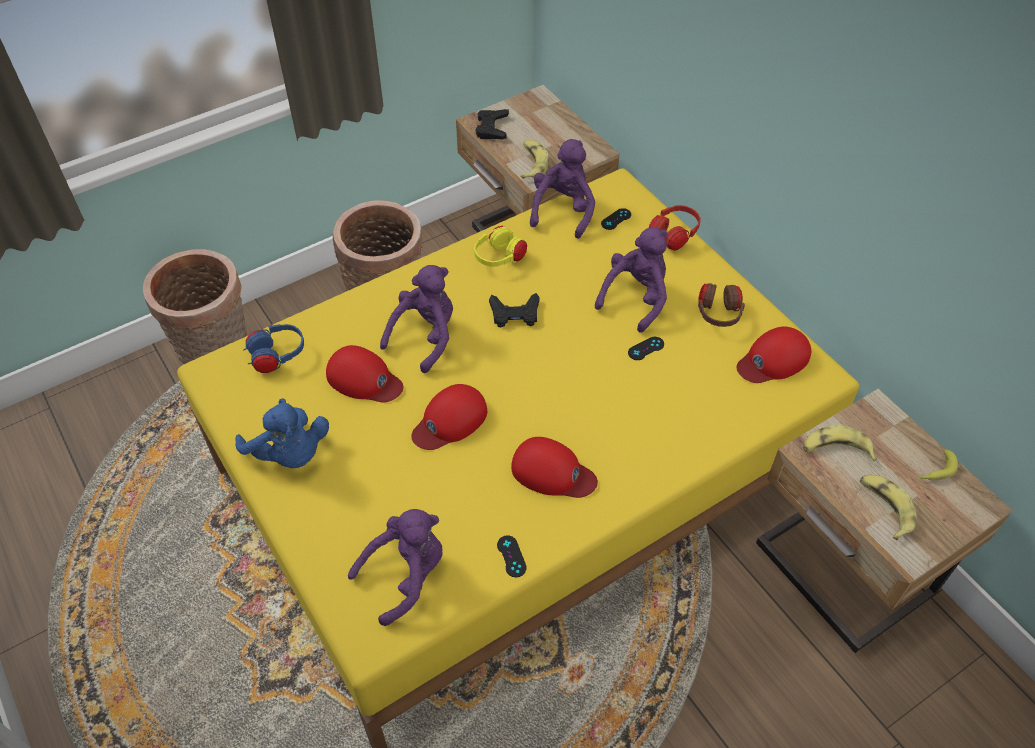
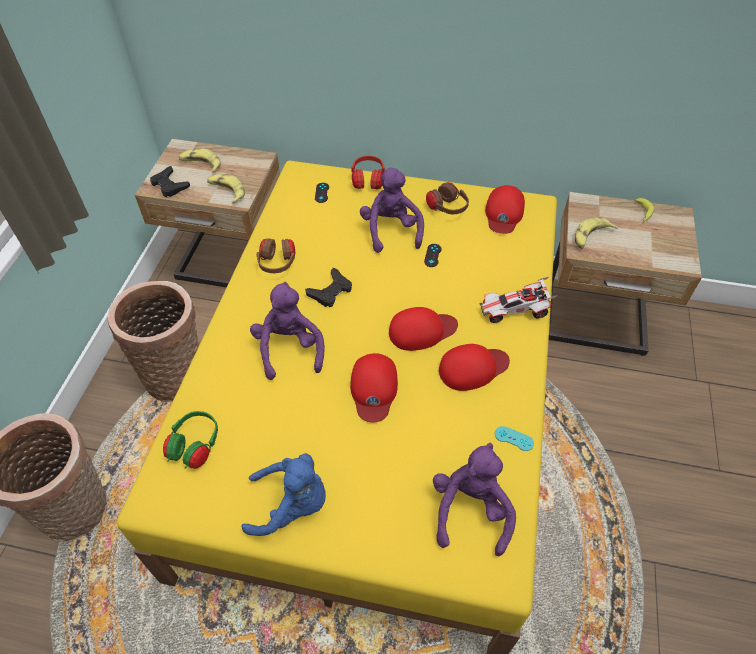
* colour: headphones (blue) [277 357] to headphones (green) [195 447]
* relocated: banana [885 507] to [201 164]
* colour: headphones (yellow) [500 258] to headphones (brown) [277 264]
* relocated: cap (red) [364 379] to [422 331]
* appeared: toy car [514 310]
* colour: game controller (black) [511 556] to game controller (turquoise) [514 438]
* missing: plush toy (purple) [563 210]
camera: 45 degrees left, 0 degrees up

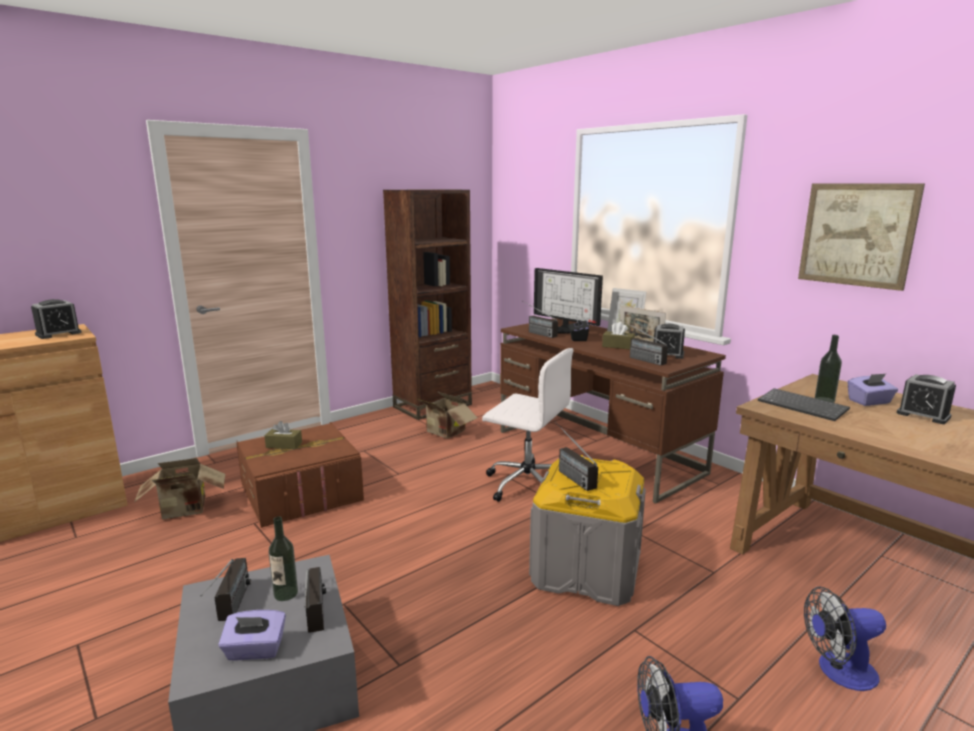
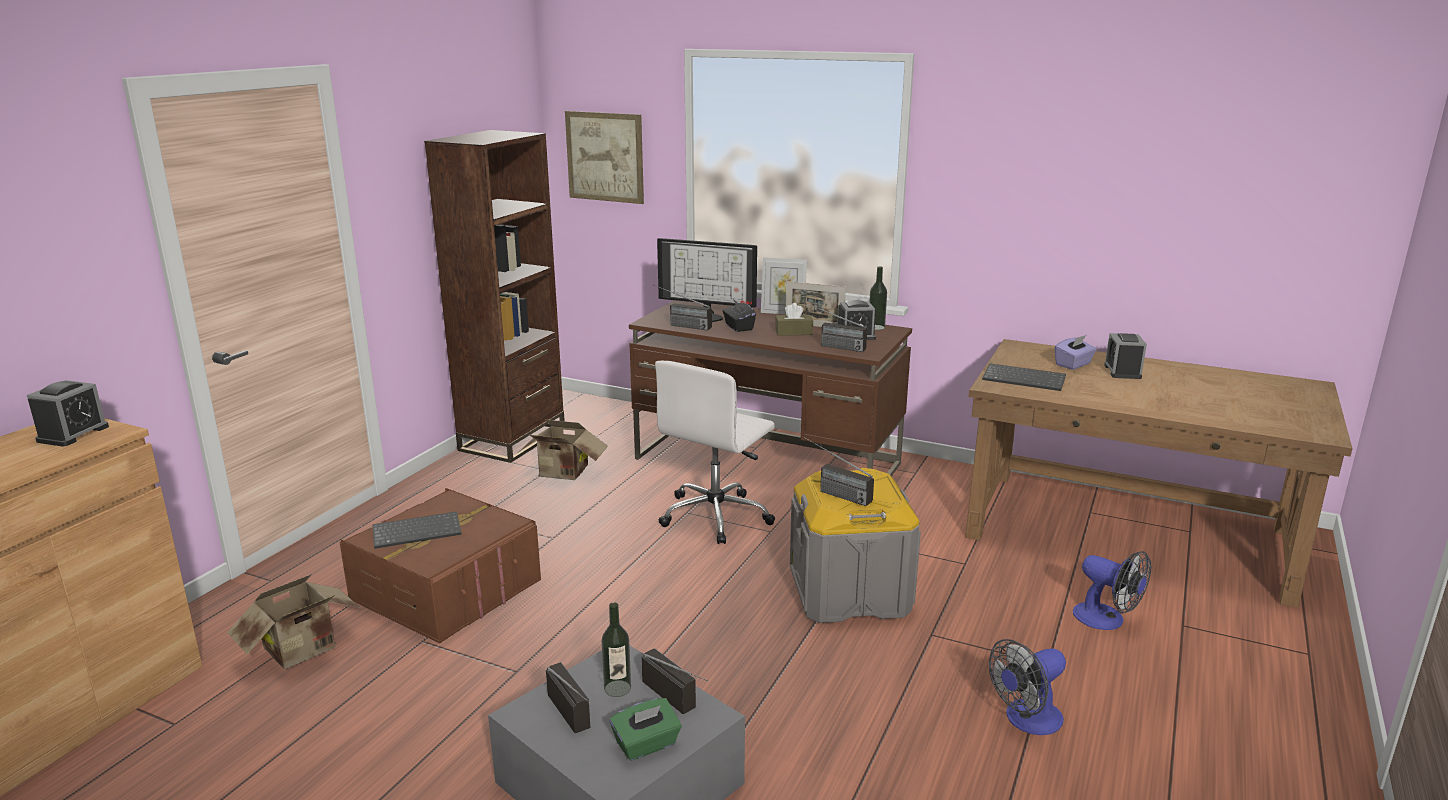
* exchanged: tissue box (brown) [284 445] to keyboard [418 531]
* relocated: picture [857 235] to [605 157]
* colour: tissue box (purple) [255 650] to tissue box (green) [646 745]
* spun: office chair (white) [526 483] = [716 516] 120 degrees clockwise
* relocated: bottle [824 400] to [876 327]
* spun: fan [838 671] = [1107 620] 105 degrees counterclockwise
* spun: alarm clock [923 415] = [1122 371] 75 degrees clockwise
camera: 25 degrees left, 5 degrees up

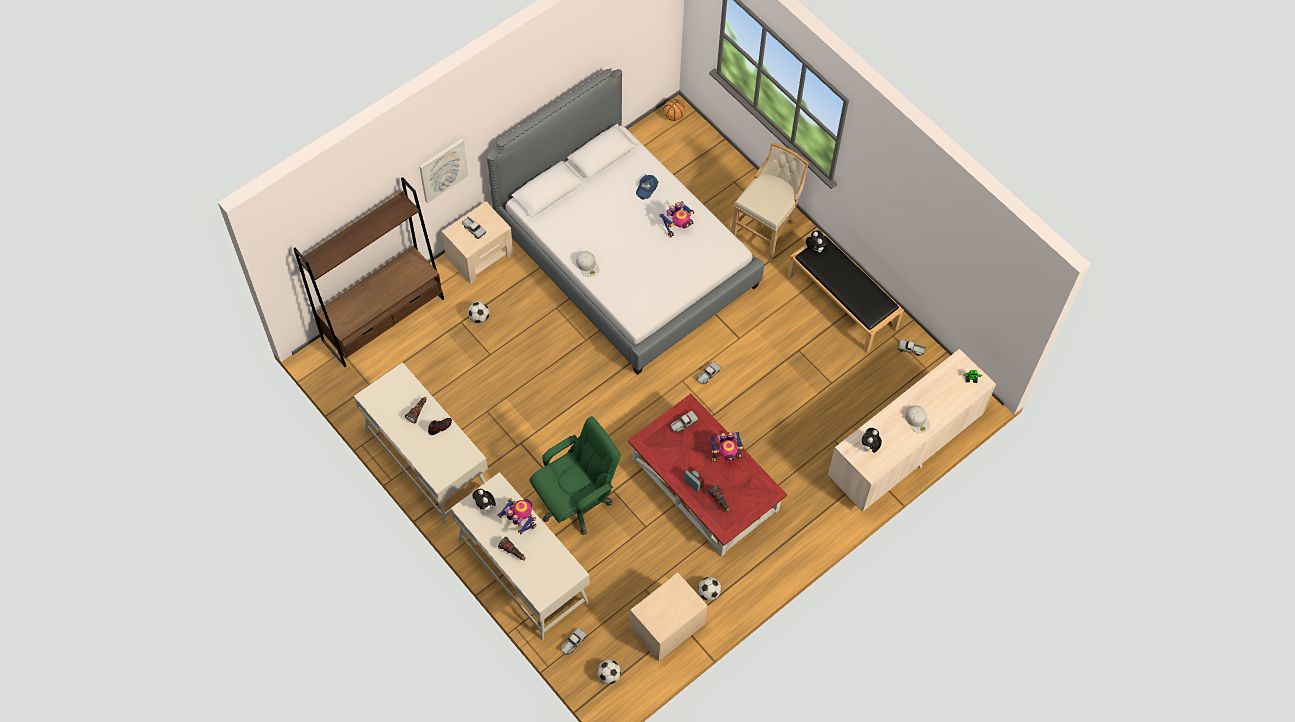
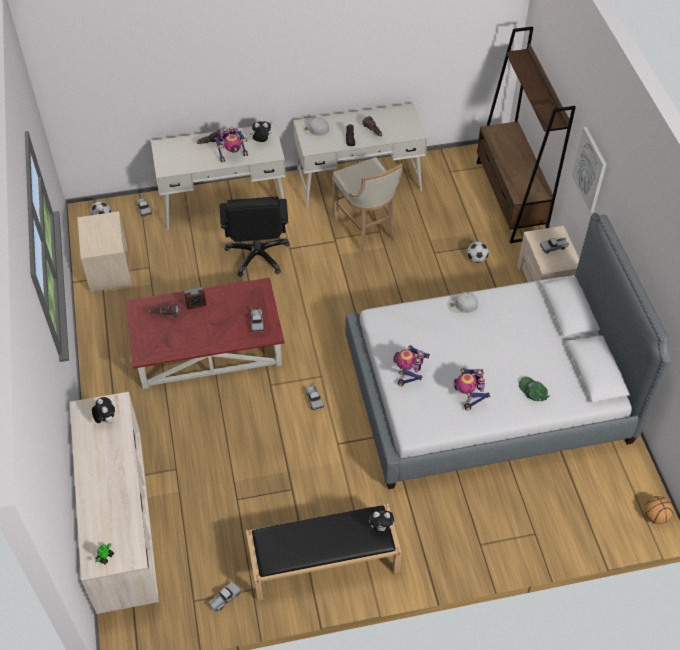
* colour: office chair (green) [575 501] to office chair (black) [258 255]
* relocated: cap (white) [917 420] to [315 129]
* relocated: stool (beige) [766 231] to [366 231]
* relocated: toy robot [726 454] to [409 375]
* colour: cap (blue) [646 187] to cap (green) [533 390]
* missing: football [709 593]
camera: 120 degrees right, 10 degrees down

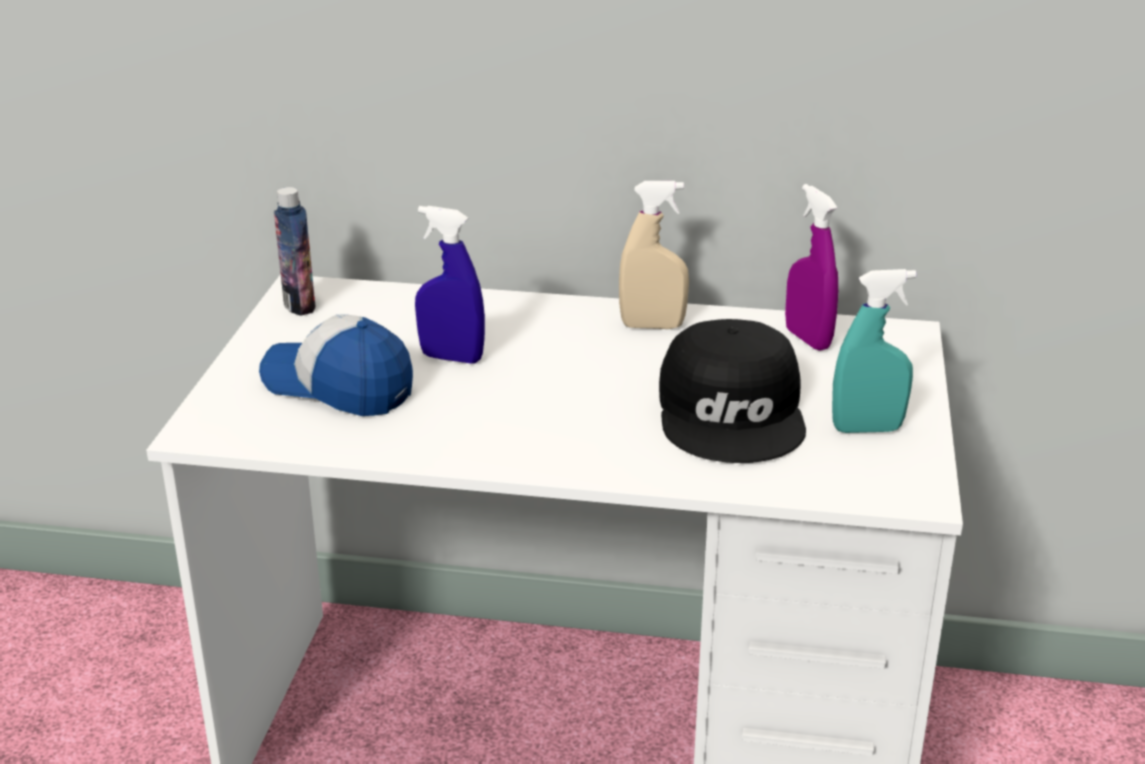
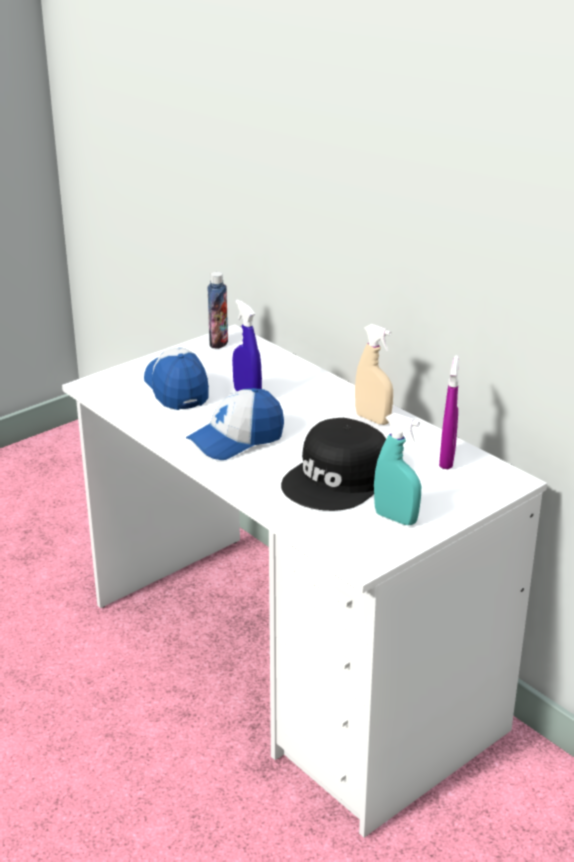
* appeared: cap [236 440]
camera: 40 degrees right, 0 degrees up

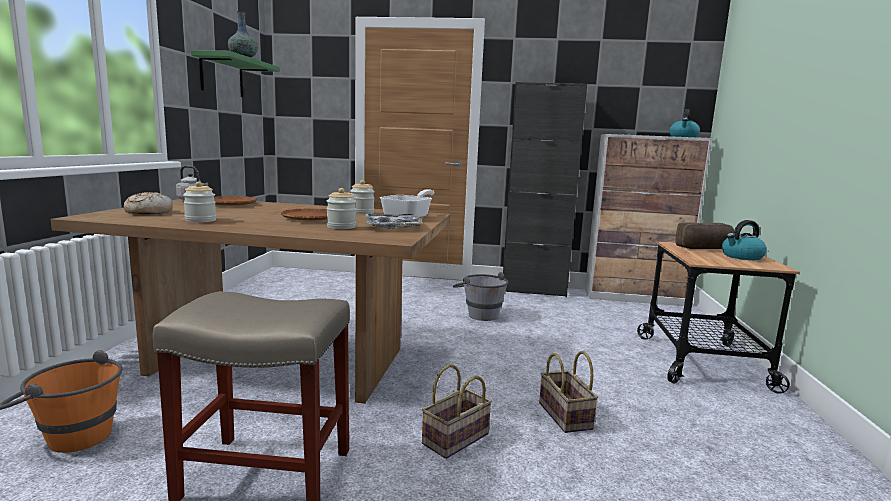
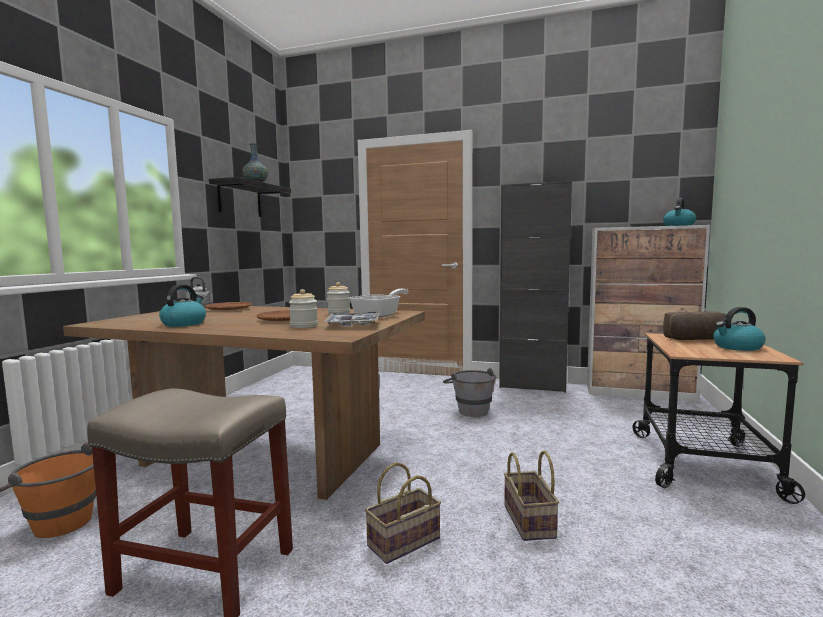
* exchanged: jar [200 220] to kettle [184 323]
* colour: shelf (green) [222 76] to shelf (black) [240 200]
* missing: bread [148 212]
camera: 10 degrees right, 5 degrees down

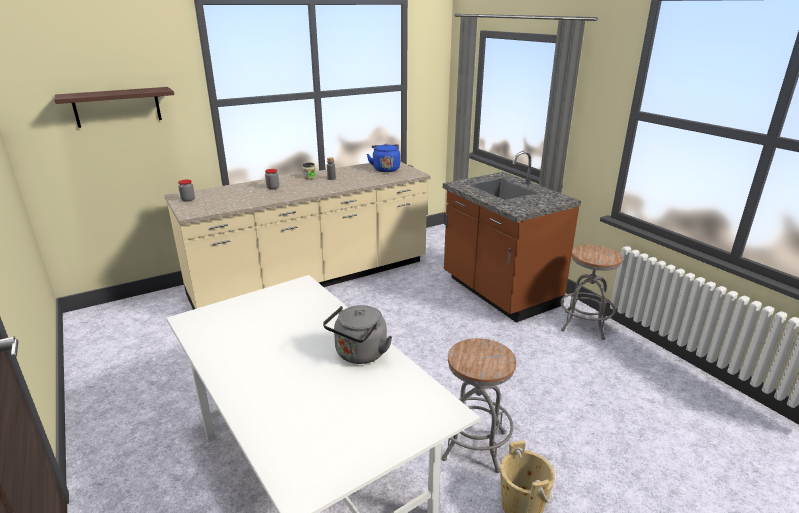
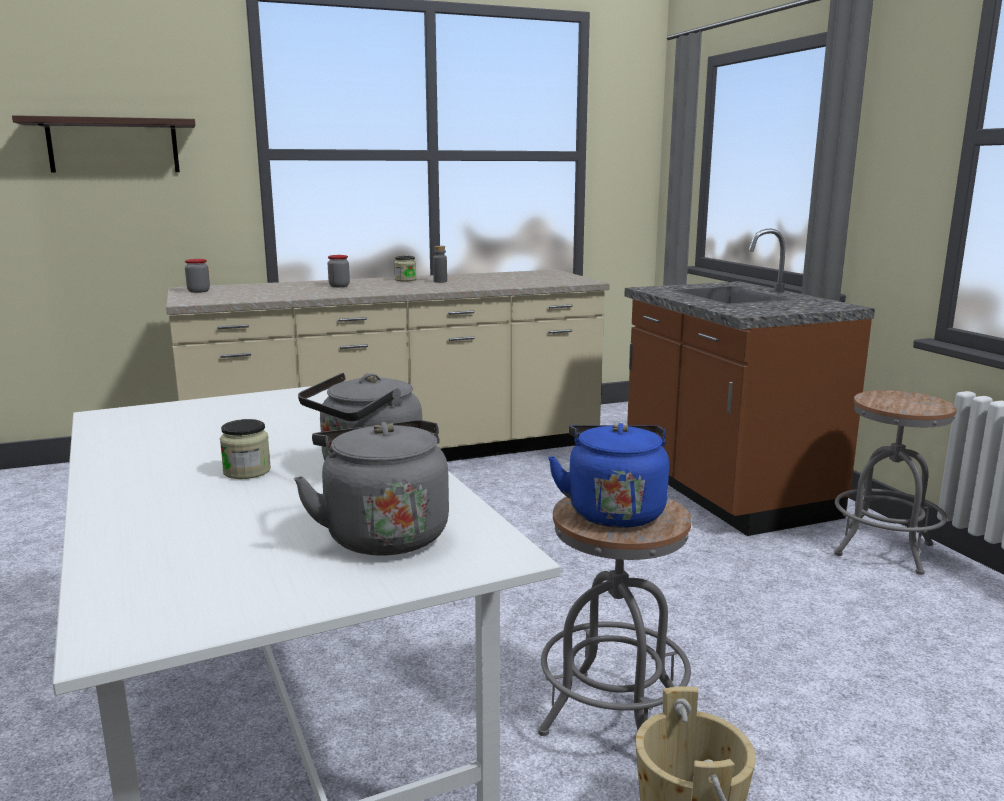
* appeared: jar [247 471]
* appeared: kettle (grey) [383 534]
* relocated: kettle (blue) [385 169] to [614 511]
camera: 10 degrees right, 10 degrees down

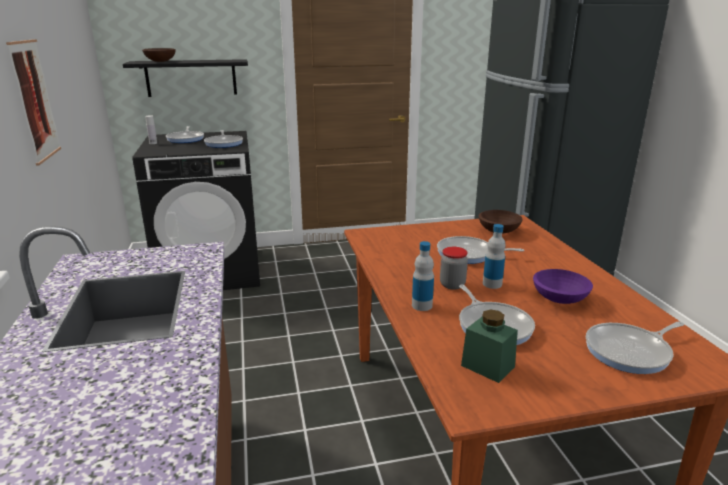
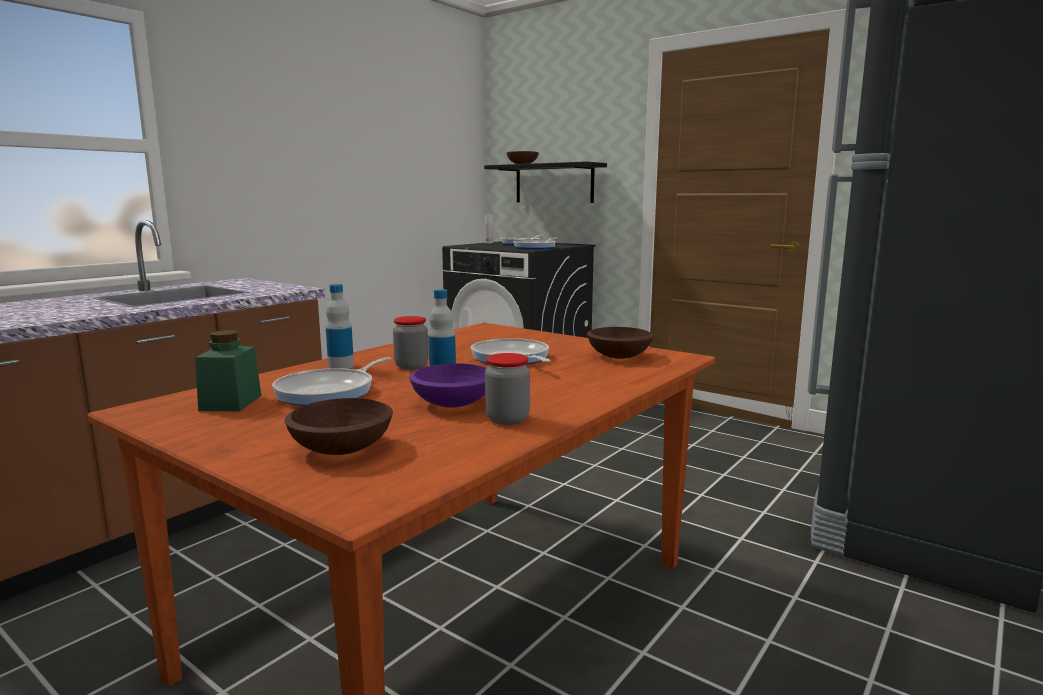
* exchanged: frying pan [630 352] to bowl (brown) [342 449]
* appeared: jar [507 419]
* missing: picture [35 101]
camera: 50 degrees right, 10 degrees down

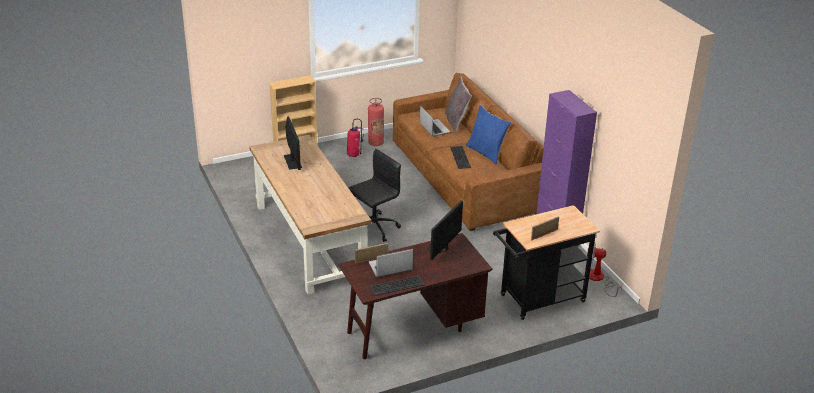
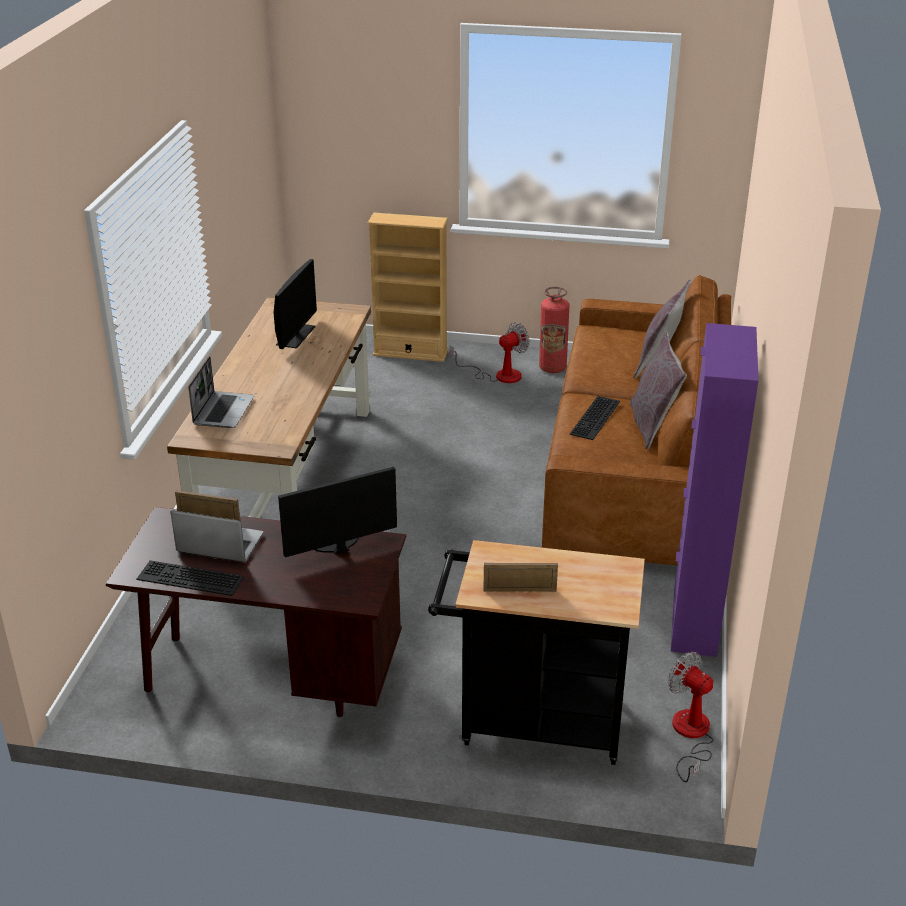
* relocated: laptop [434 128] to [223 411]
* exchanged: fire extinguisher [354 155] to fan [499 375]
* colour: pillow (blue) [486 152] to pillow (grey) [653 425]
* missing: office chair (black) [373 228]
camera: 35 degrees right, 0 degrees up

